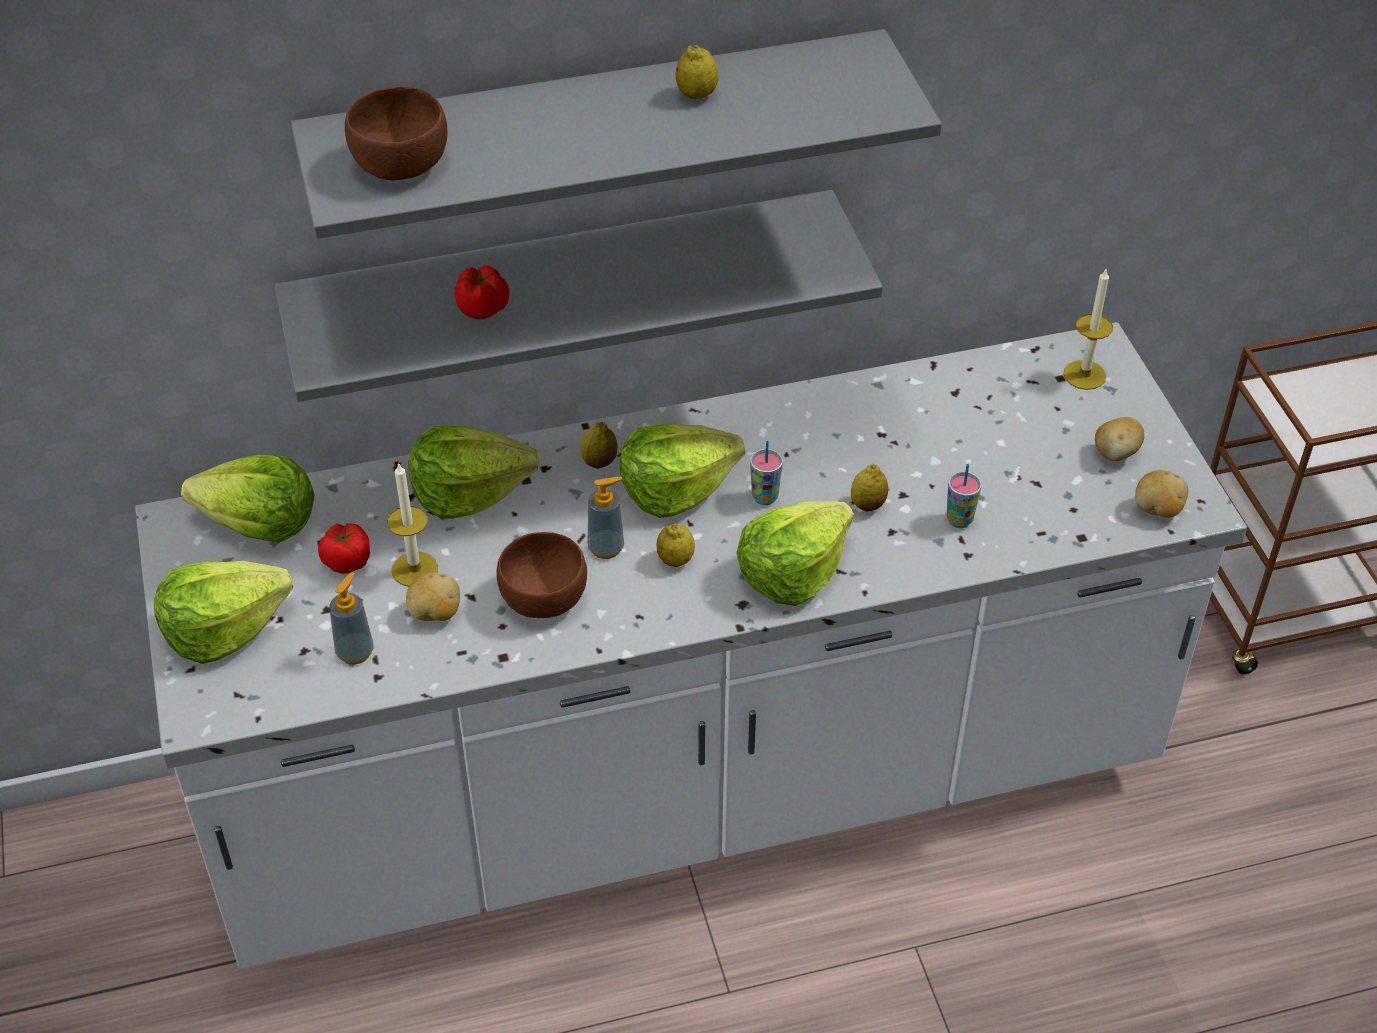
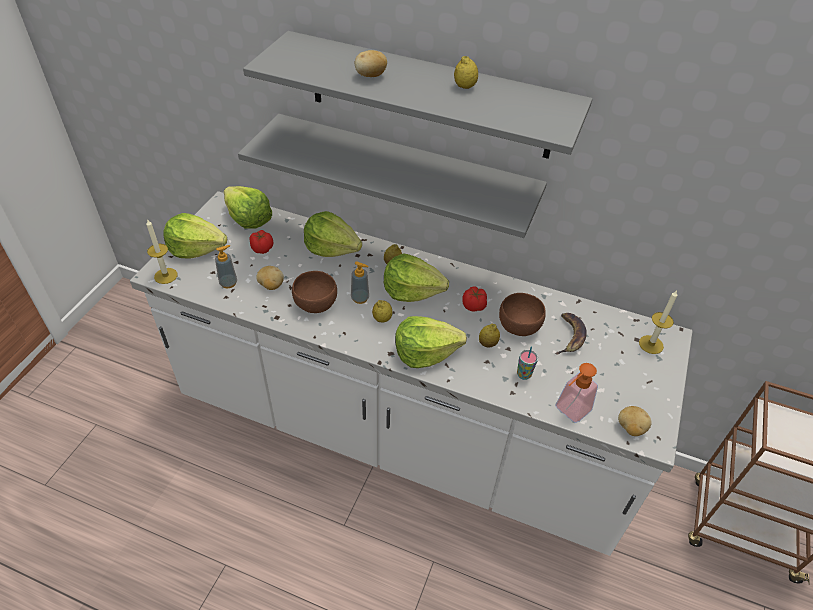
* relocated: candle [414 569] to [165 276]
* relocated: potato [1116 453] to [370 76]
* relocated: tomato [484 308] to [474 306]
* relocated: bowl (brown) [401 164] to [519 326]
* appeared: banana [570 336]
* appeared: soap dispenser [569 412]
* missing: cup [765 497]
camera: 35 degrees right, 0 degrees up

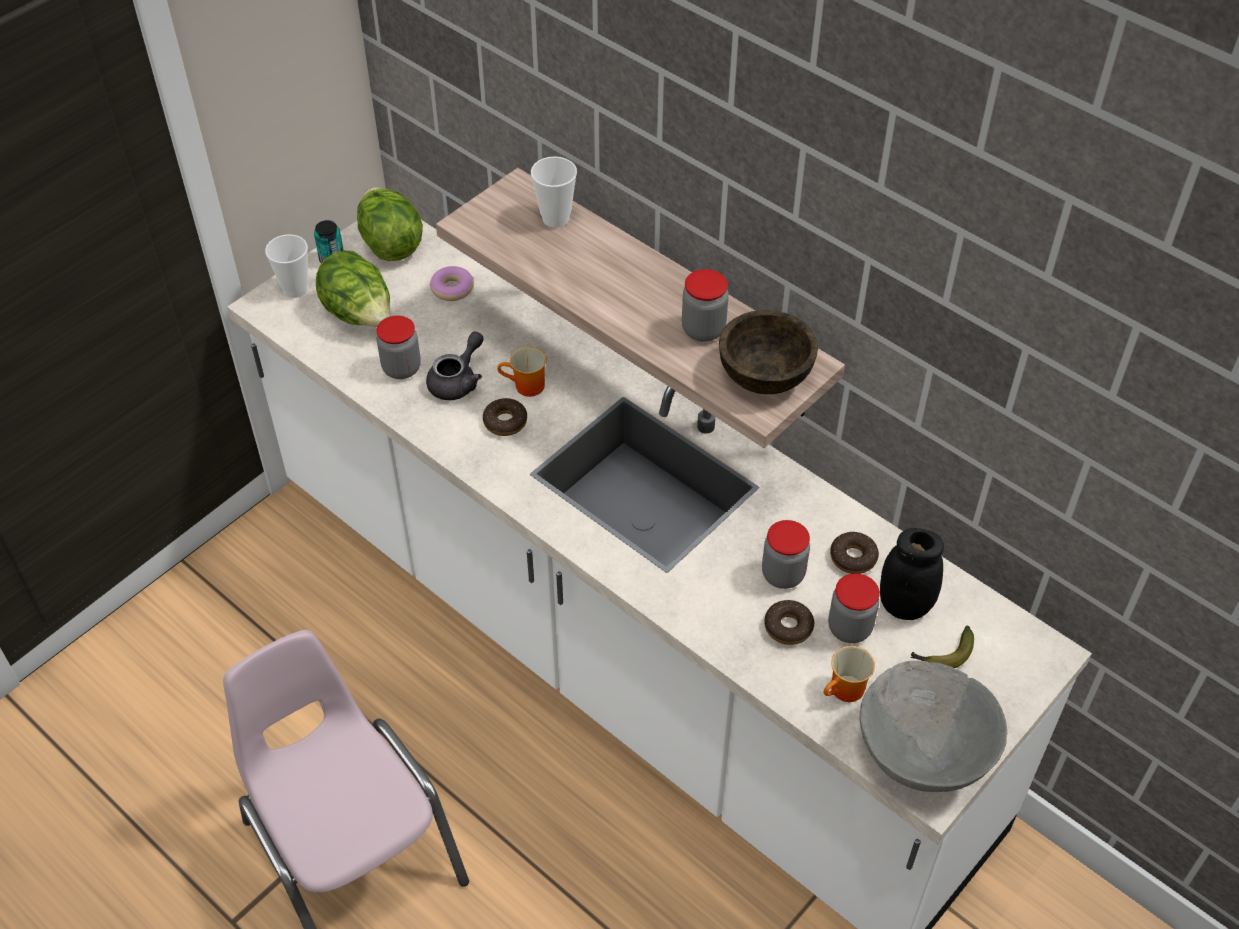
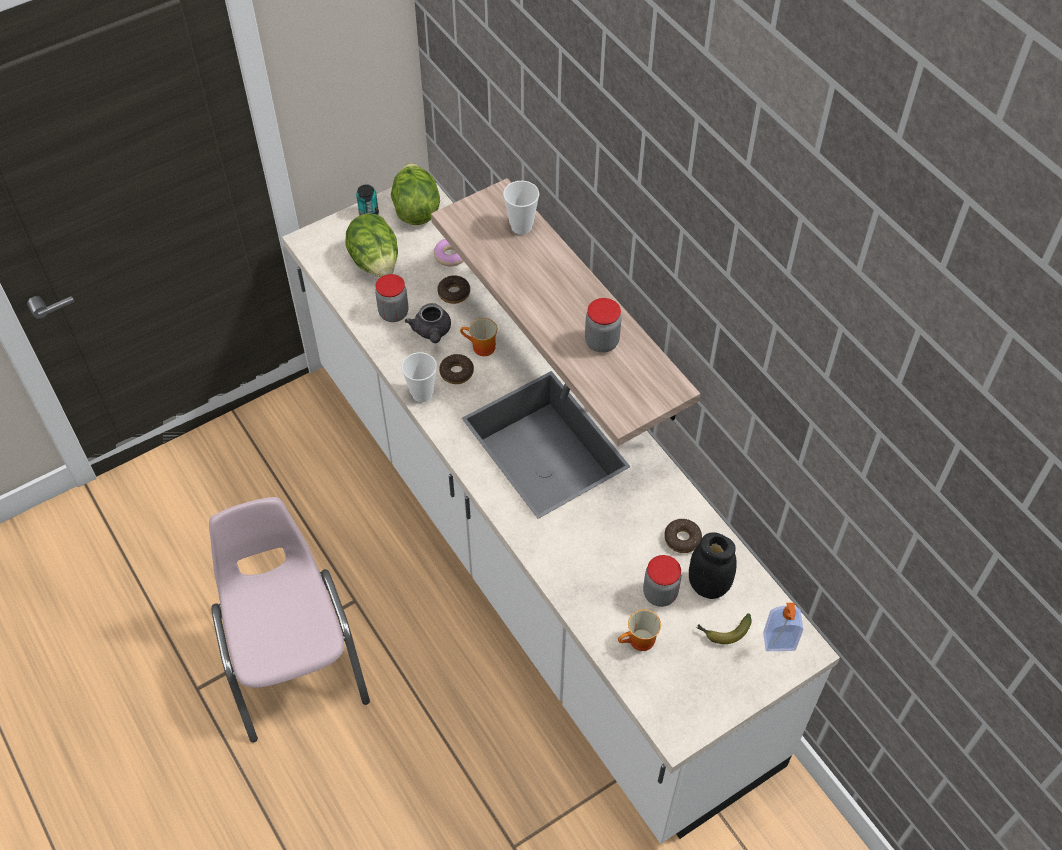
* relocated: cup [295 289] to [422 394]
* spun: teapot (grey) [458 381] = [432 332] 120 degrees clockwise
* relocated: donut [788 627] to [454 293]
* appeared: soap dispenser [779 642]
* missing: bowl (brown) [764 375]
* missing: jar [783 574]
* missing: bowl (grey) [922 757]
camera: 15 degrees right, 5 degrees up

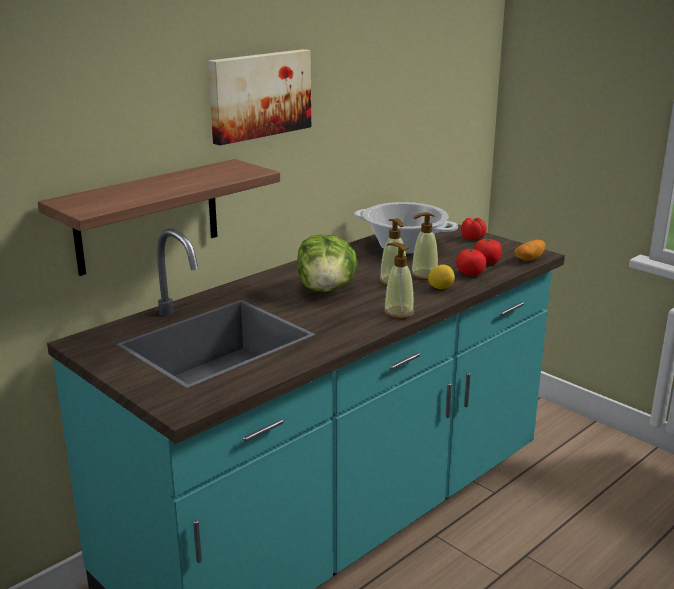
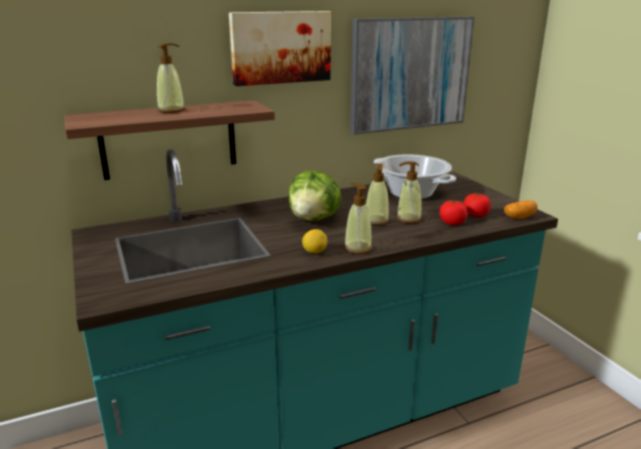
* appeared: soap dispenser [171 110]
* relocated: lemon [441 288] to [314 252]
* appeared: picture [409 74]
* missing: tomato [473 238]
camera: 20 degrees right, 0 degrees up

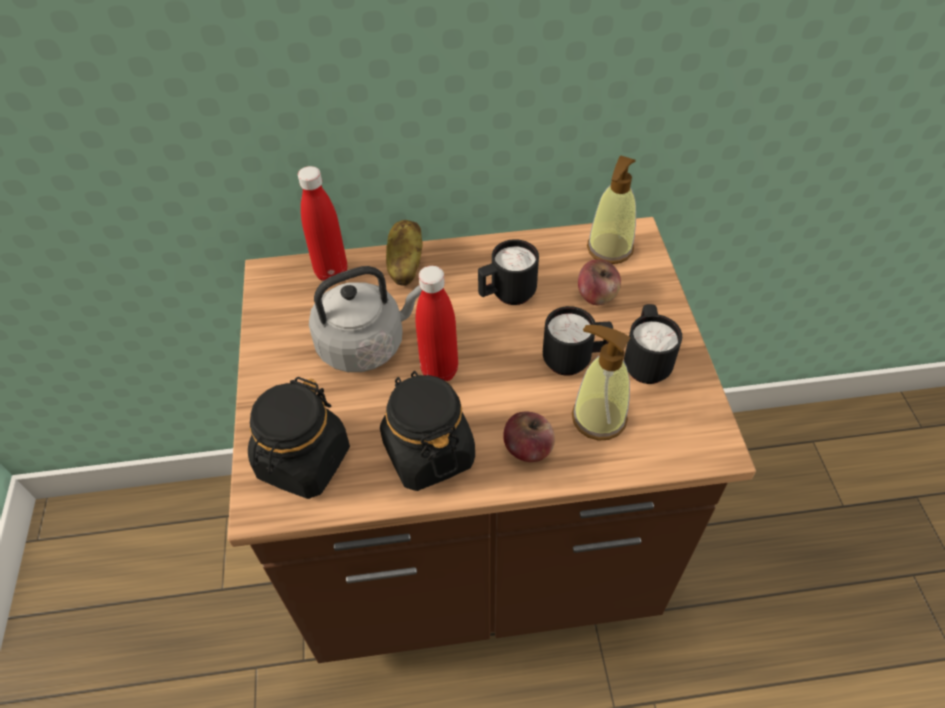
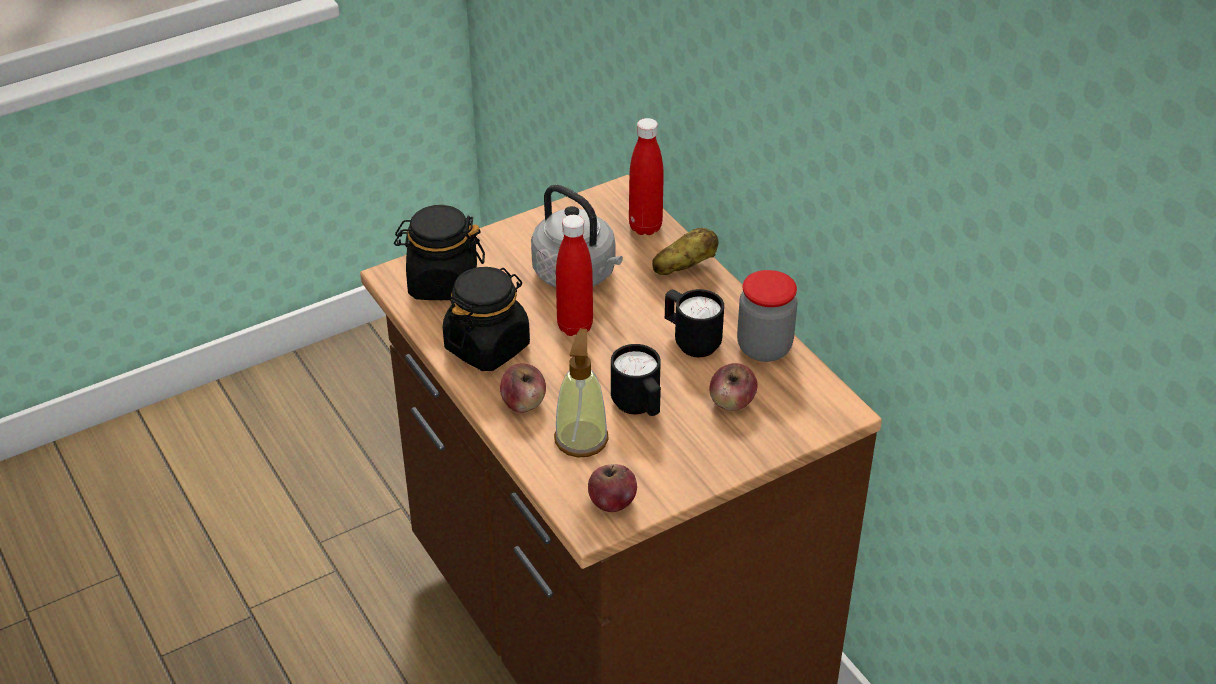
* appeared: apple [612 502]
* appeared: jar [764 347]
* missing: soap dispenser [609 249]
* missing: mug (black) [645 362]
camera: 65 degrees right, 10 degrees down

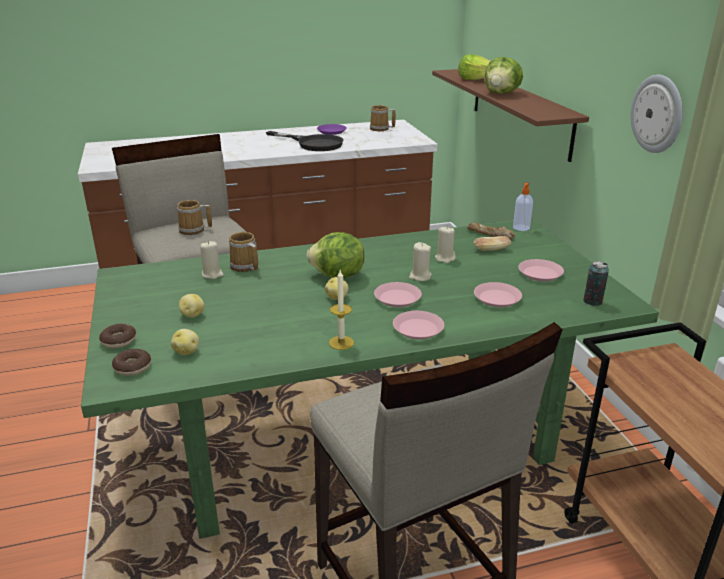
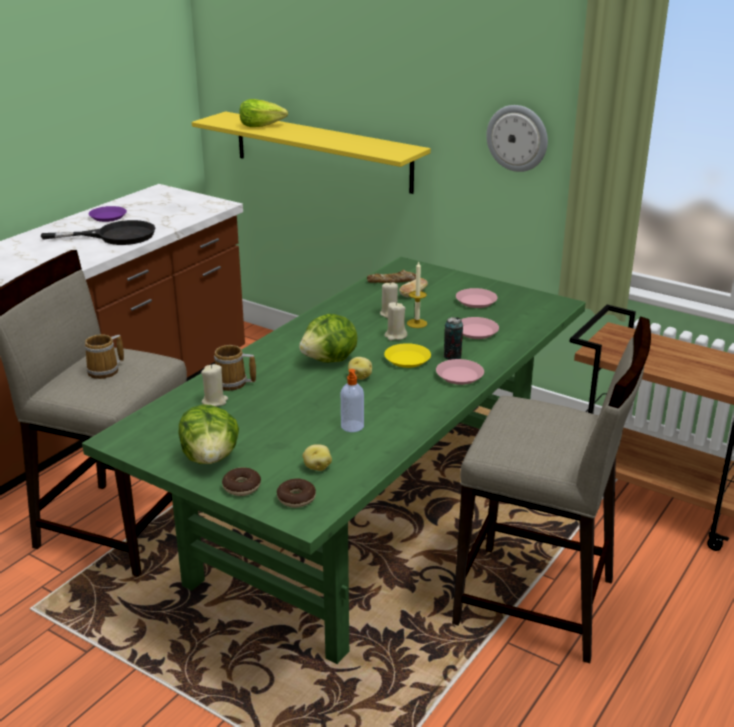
* relocated: lettuce [501 93] to [210 458]
* colour: shelf (brown) [520 111] to shelf (yellow) [322 151]
* relocated: soap dispenser [521 228] to [352 427]
* colour: plate (pink) [397 298] to plate (yellow) [407 359]
* relocated: candle [341 343] to [417 323]
* relocated: can [592 301] to [452 356]
* missing: potato [192 315]
* missing: mug [380 129]
camera: 40 degrees left, 0 degrees up

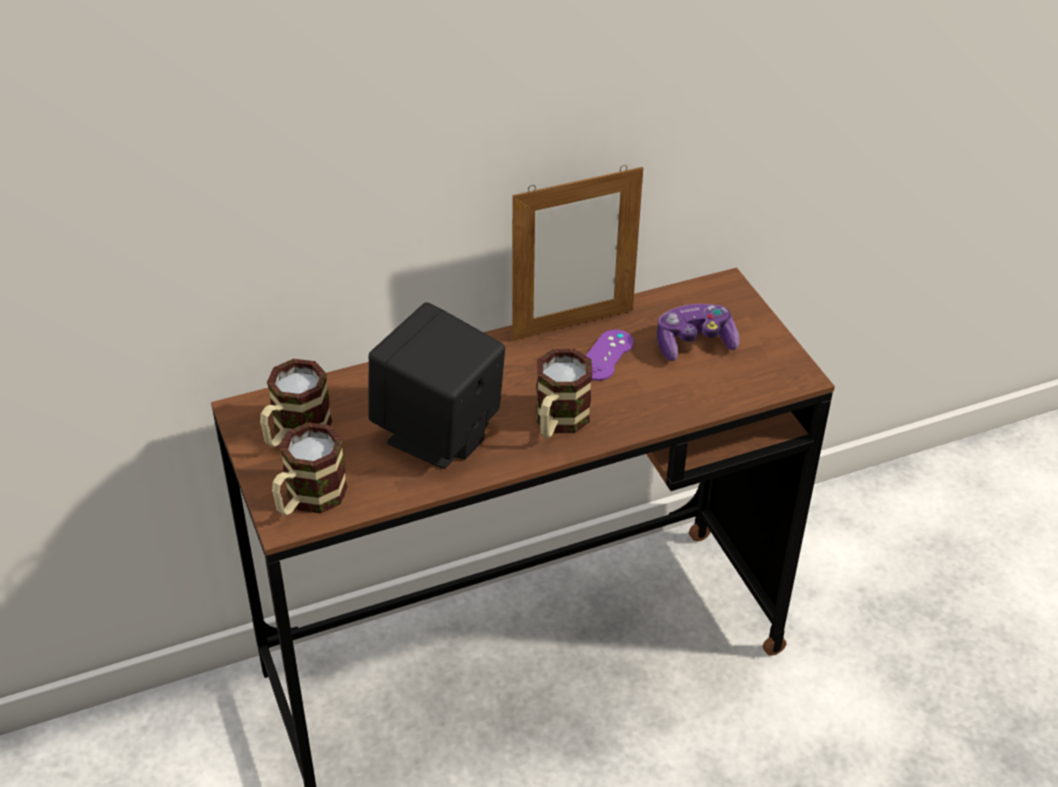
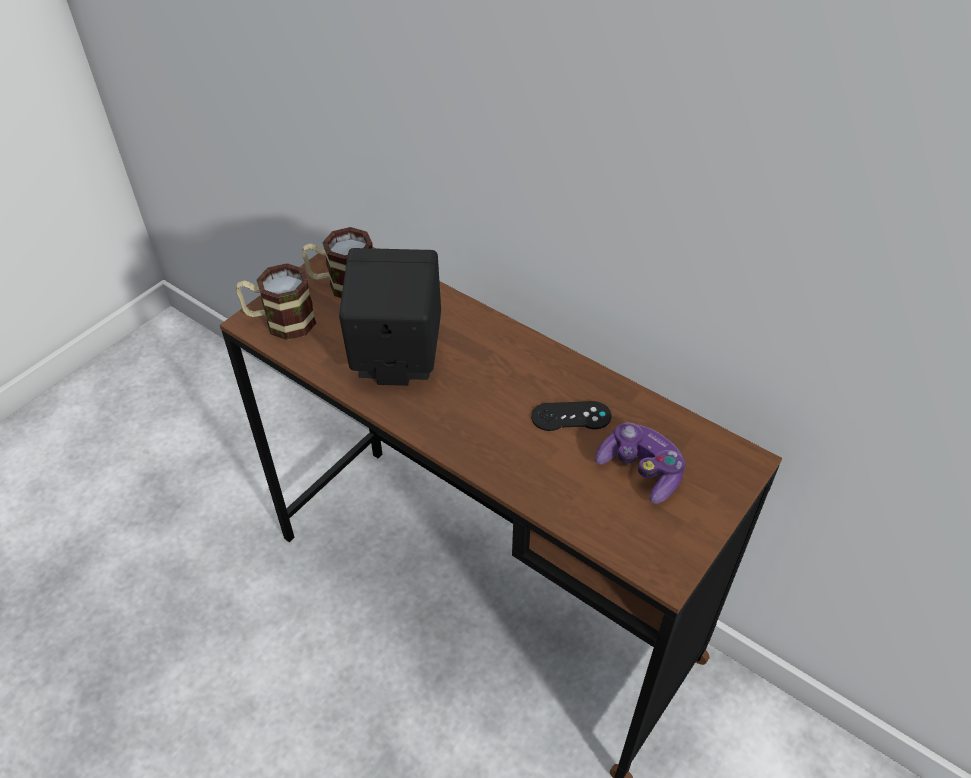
* colour: game controller (purple) [606 355] to game controller (black) [571 416]
* missing: picture frame [573 324]
* missing: mug [558 422]
camera: 60 degrees right, 5 degrees up

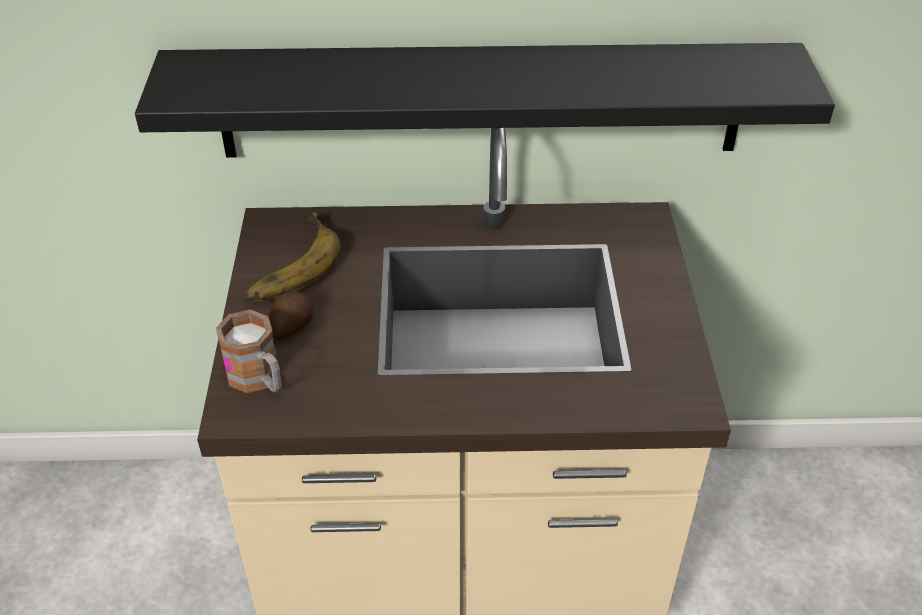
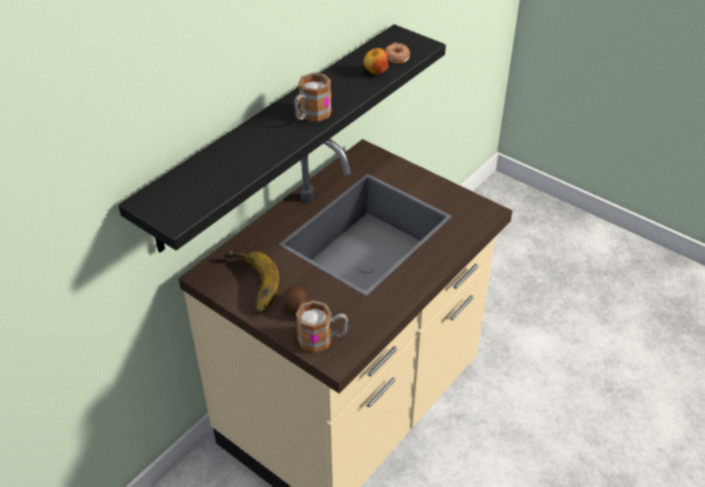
* appeared: mug [311 115]
* appeared: apple [376 72]
* appeared: donut [396 56]
camera: 50 degrees left, 0 degrees up

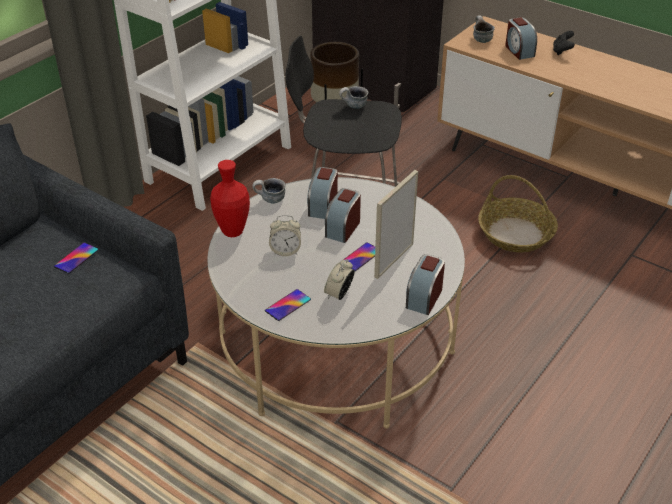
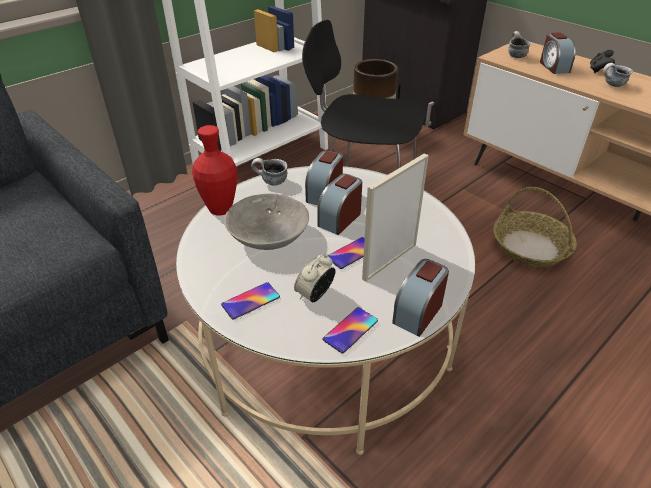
* exchanged: alarm clock [285 251] to bowl (grey) [269 236]
* relocated: phone [76 258] to [350 330]
* relocated: mug [353 107] to [612 85]
camera: 10 degrees right, 0 degrees up

